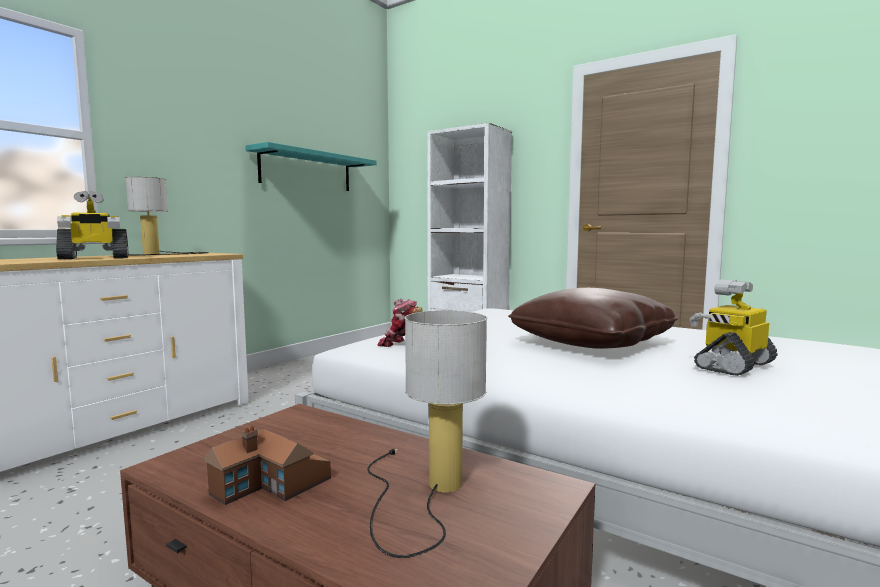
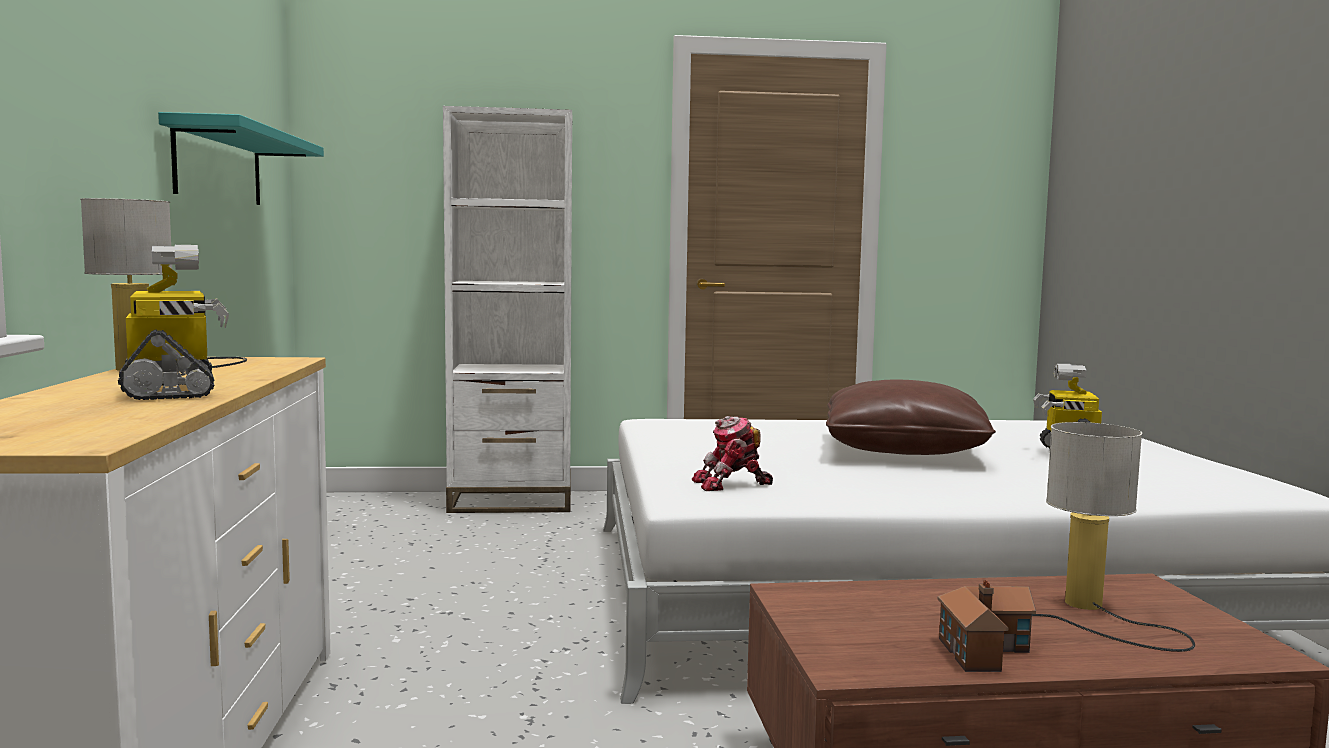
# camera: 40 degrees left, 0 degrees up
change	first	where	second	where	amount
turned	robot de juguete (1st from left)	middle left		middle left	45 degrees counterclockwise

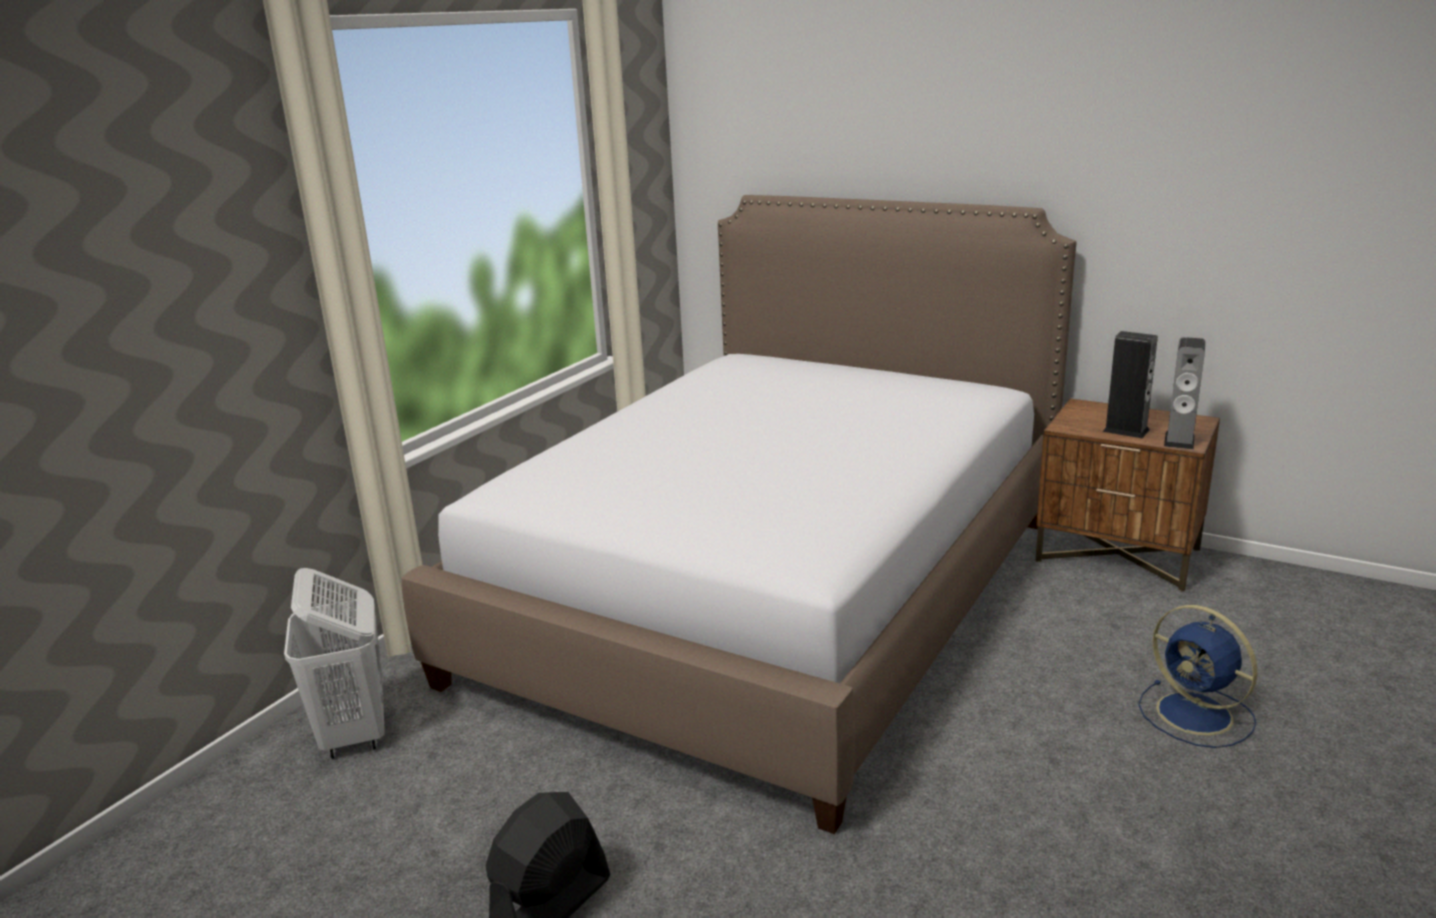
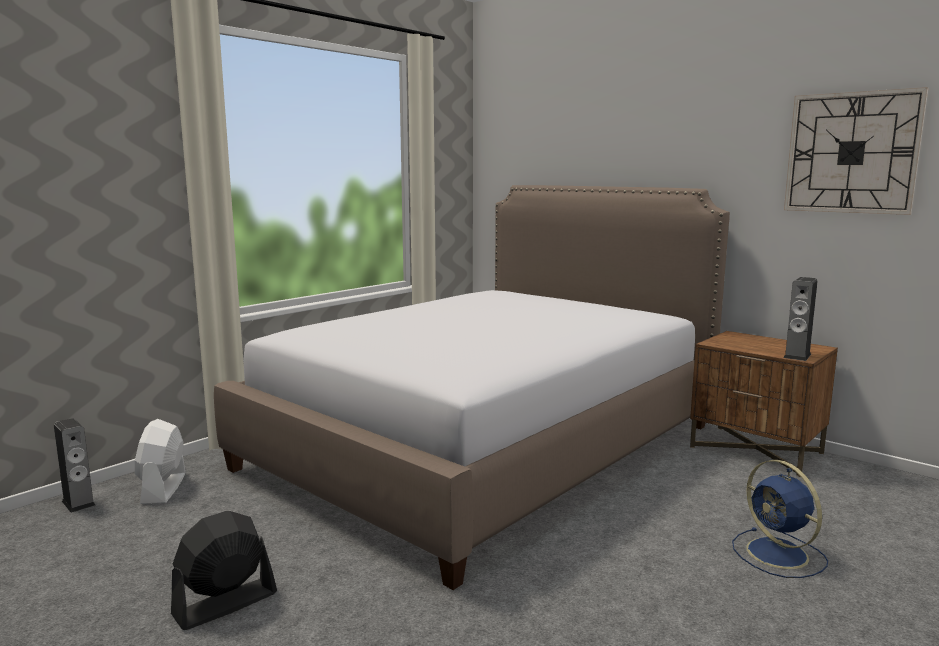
# camera: 10 degrees right, 10 degrees down
change	first	where	second	where	amount
added			reloj de pared	top right	
moved	altavoz (1st from left)	middle right		bottom left	
replaced	cesto de la ropa [blanco]	bottom left	ventilador [blanco]	bottom left	

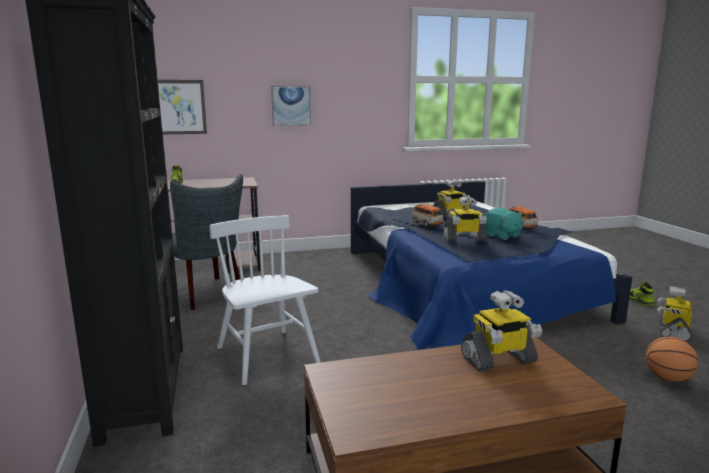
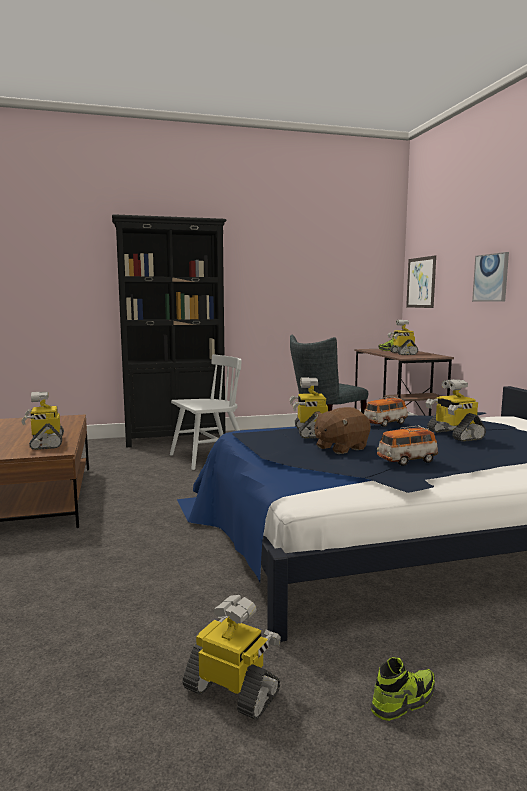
# camera: 90 degrees right, 5 degrees down
change	first	where	second	where	amount
removed	balón de baloncesto	bottom right			
added			robot de juguete (4th from left)	middle right	
recoloured	peluche [turquesa]	middle right	peluche [marrón]	centre	

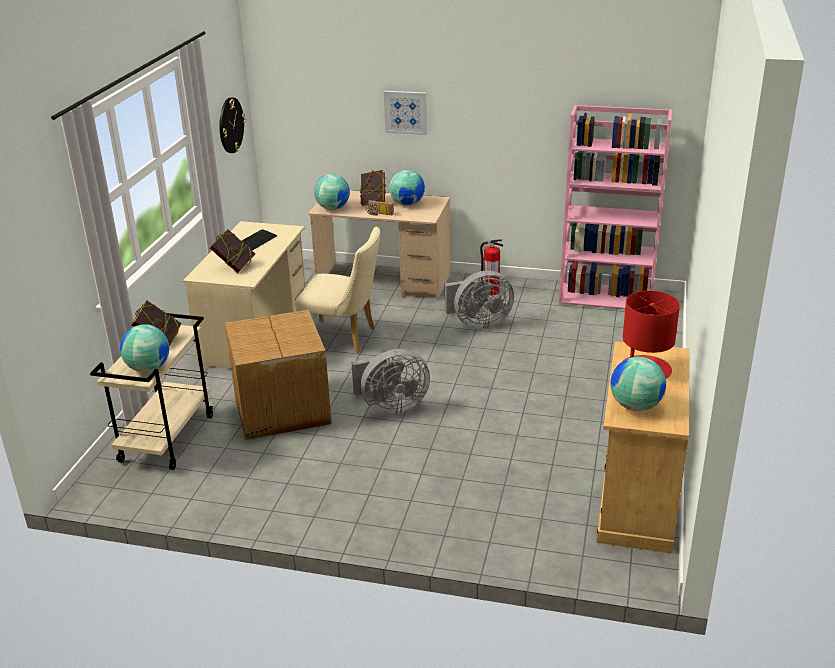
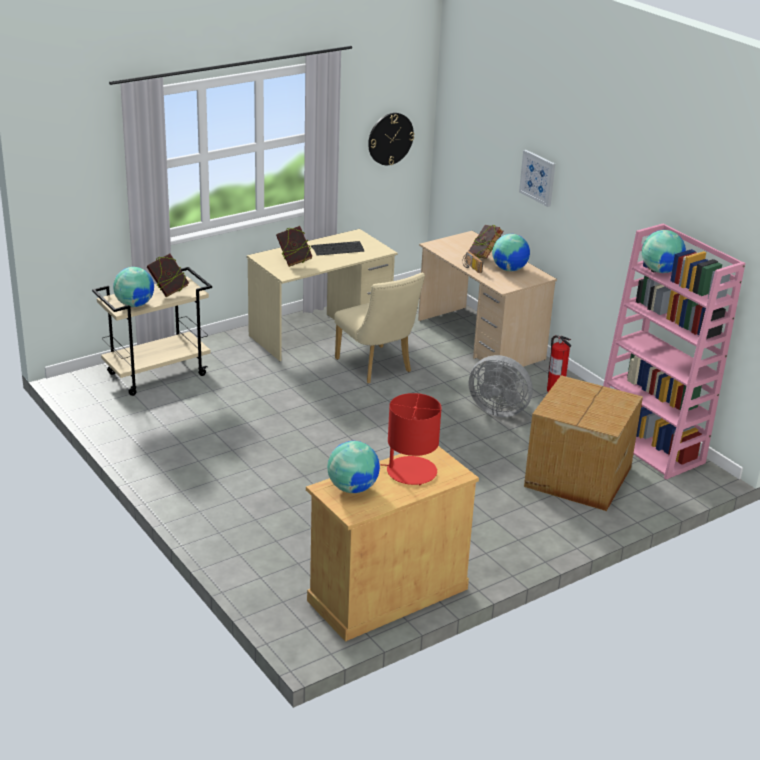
# camera: 40 degrees right, 0 degrees up
change	first	where	second	where	amount
removed	ventilador [gris] (1st from left)	centre			
moved	caja de cartón	middle left		middle right	
moved	globo terráqueo (2nd from left in the first image)	top centre	globo terráqueo (4th from left)	top right	

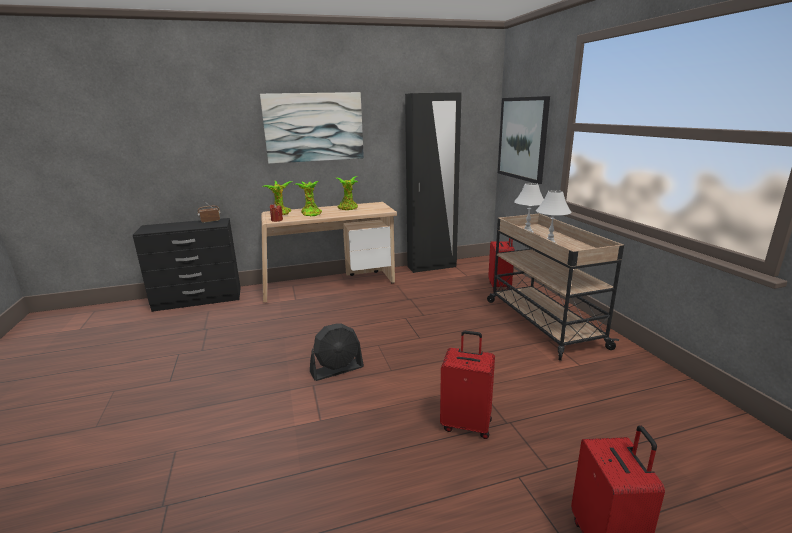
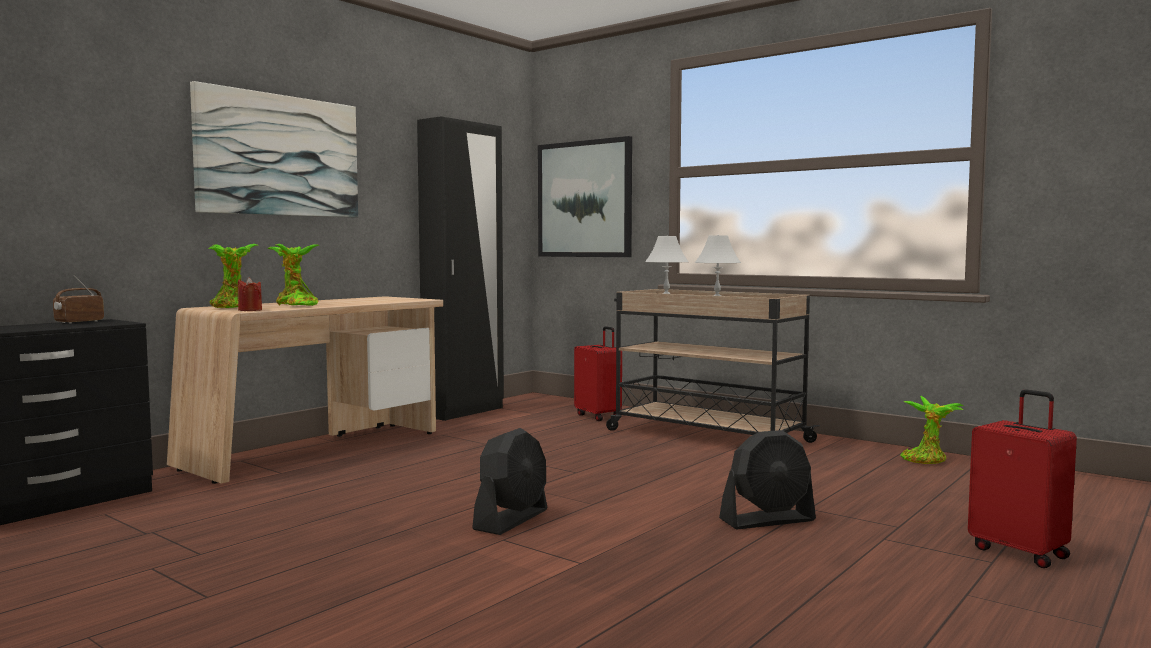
# camera: 35 degrees left, 15 degrees down
change	first	where	second	where	amount
moved	planta en maceta (3rd from left)	centre		middle right	
replaced	maleta [rojo] (1st from left)	bottom centre	ventilador [negro] (2nd from left)	bottom centre	

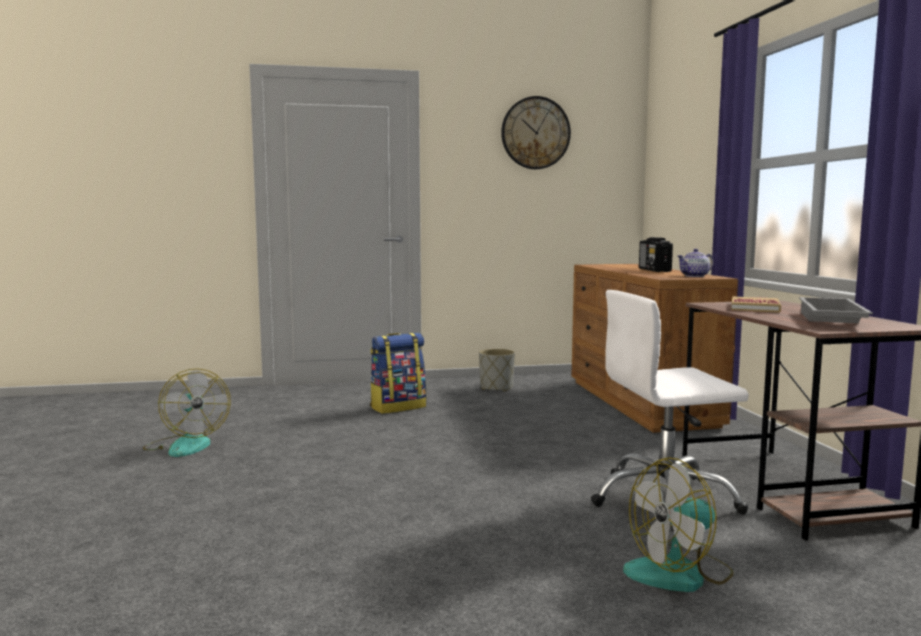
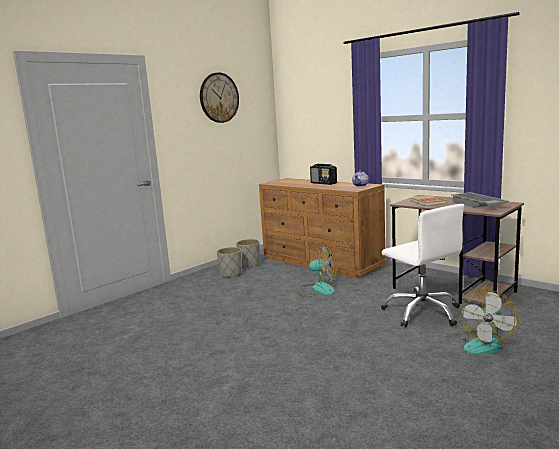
# camera: 35 degrees left, 5 degrees up
change	first	where	second	where	amount
removed	mochila	centre			
added			maceta [gris] (2nd from left)	centre	
moved	ventilador (1st from left)	middle left		centre	
turned	silla de oficina [blanco]	middle right		middle right	75 degrees counterclockwise

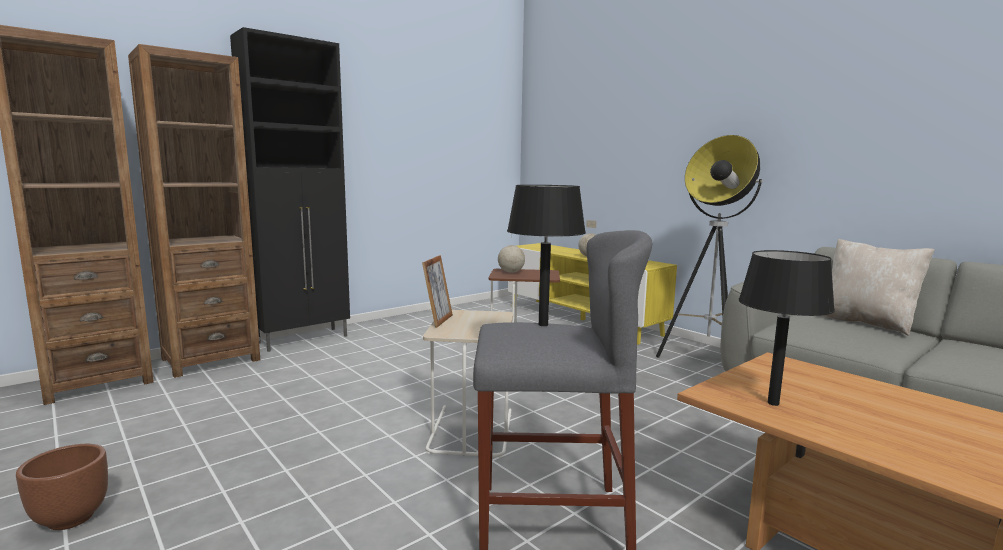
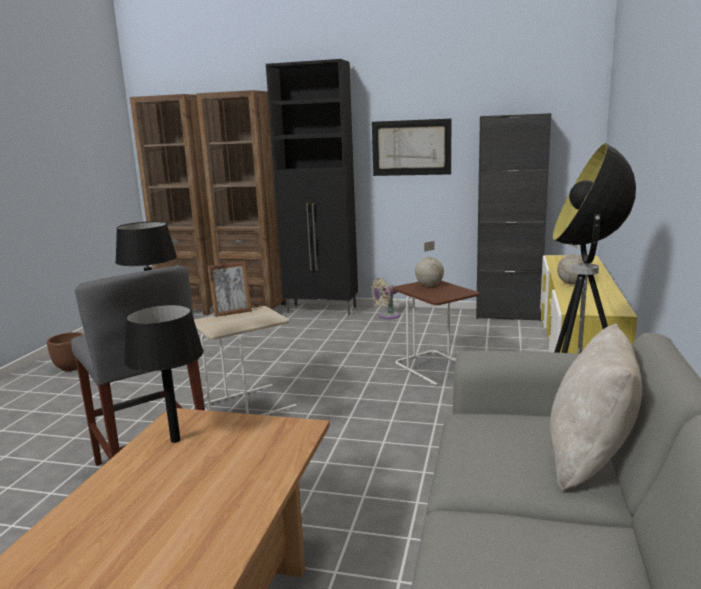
# camera: 55 degrees right, 5 degrees up
change	first	where	second	where	amount
added			ventilador [beis]	centre	
added			cuadro	top centre	
added			armario [negro] (2nd from left)	middle right	

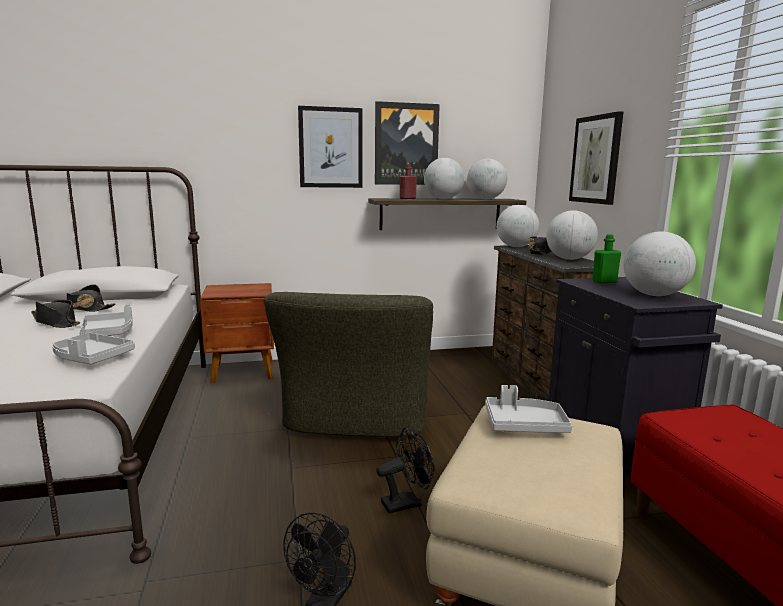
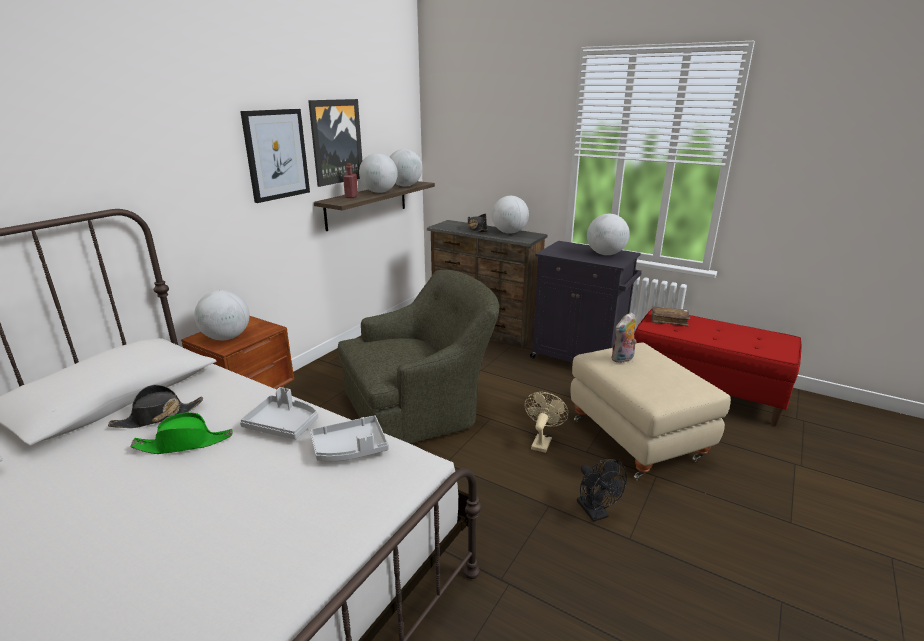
# camera: 45 degrees left, 10 degrees up
change	first	where	second	where	amount
removed	cuadro (3rd from left)	top right			
removed	botella [verde]	middle right			
added			libro [marrón]	middle right	
moved	globo terráqueo (3rd from left in the first image)	centre	globo terráqueo (1st from left)	middle left	
replaced	bandeja [gris] (3rd from left)	bottom right	peluche	middle right	
recoloured	sombrero [negro] (1st from left)	middle left	sombrero [verde]	bottom left	
recoloured	ventilador [negro] (2nd from left)	bottom centre	ventilador [beis]	centre	
turned	sillón [verde]	centre		centre	75 degrees counterclockwise

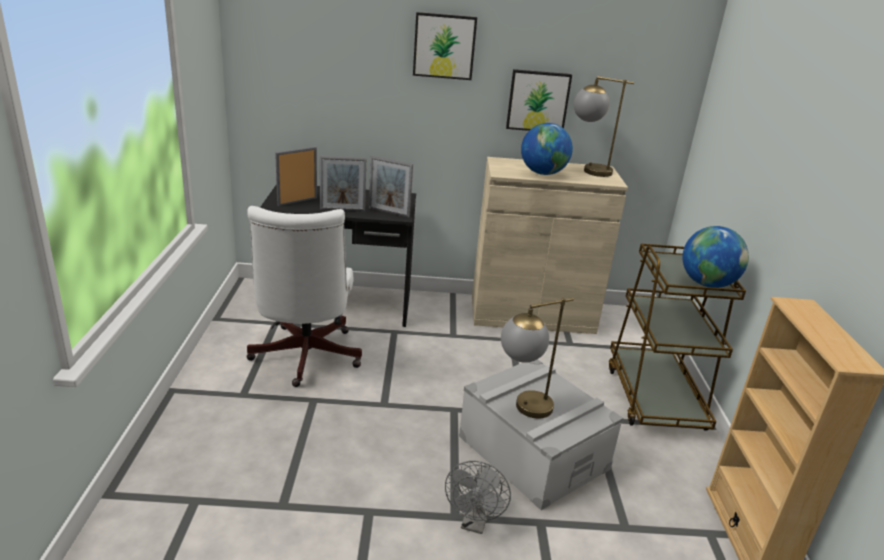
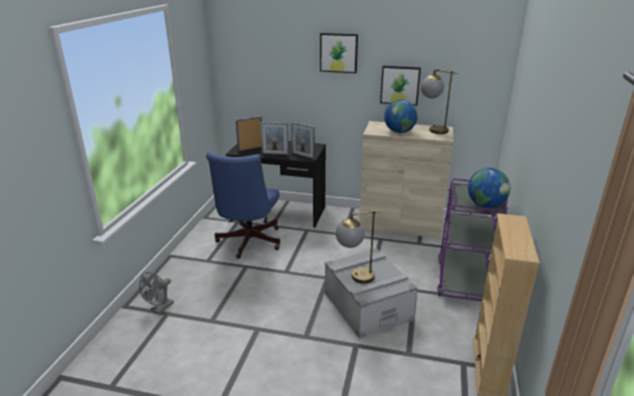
# camera: 15 degrees right, 0 degrees up
change	first	where	second	where	amount
moved	ventilador [gris]	bottom centre		bottom left	
recoloured	silla de oficina [blanco]	centre	silla de oficina [azul]	centre	
recoloured	carrito [marrón]	middle right	carrito [morado]	middle right	

